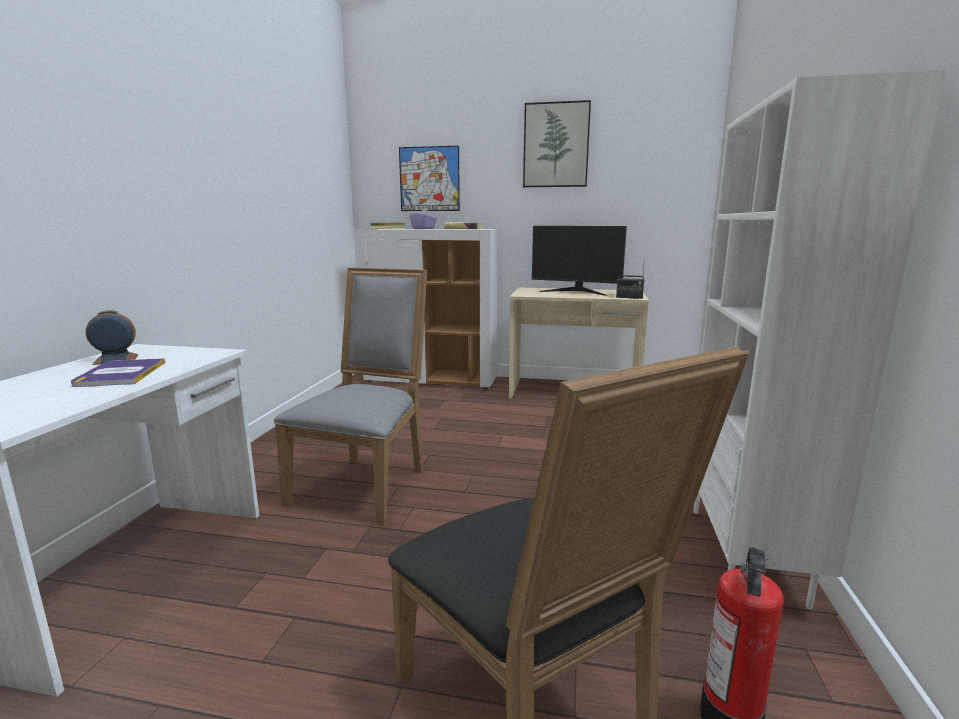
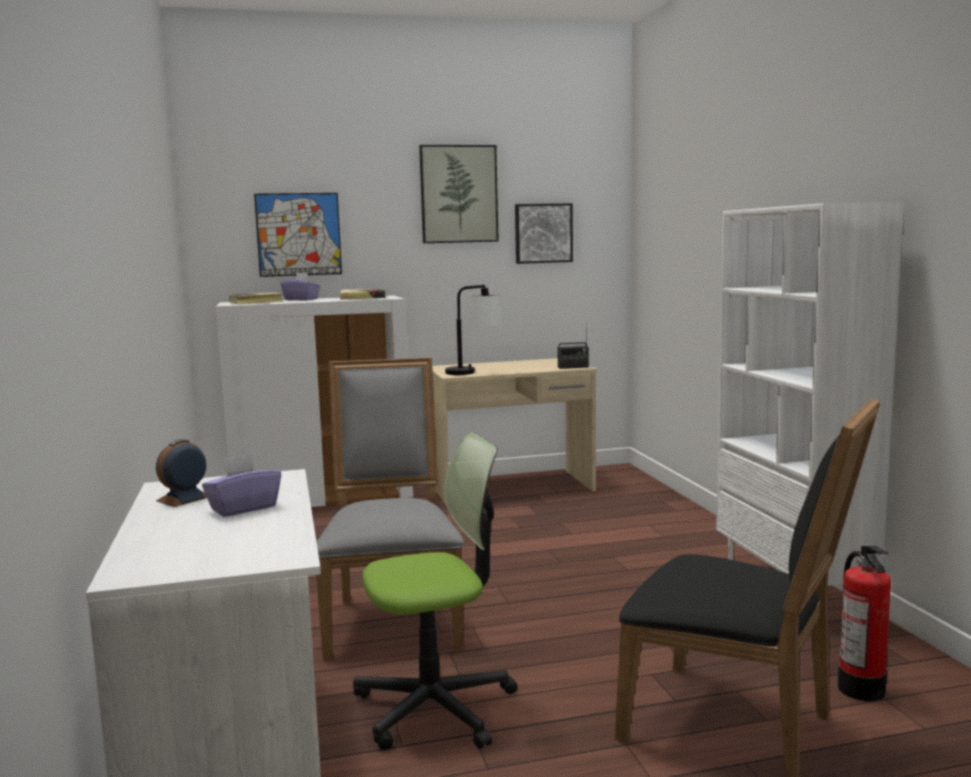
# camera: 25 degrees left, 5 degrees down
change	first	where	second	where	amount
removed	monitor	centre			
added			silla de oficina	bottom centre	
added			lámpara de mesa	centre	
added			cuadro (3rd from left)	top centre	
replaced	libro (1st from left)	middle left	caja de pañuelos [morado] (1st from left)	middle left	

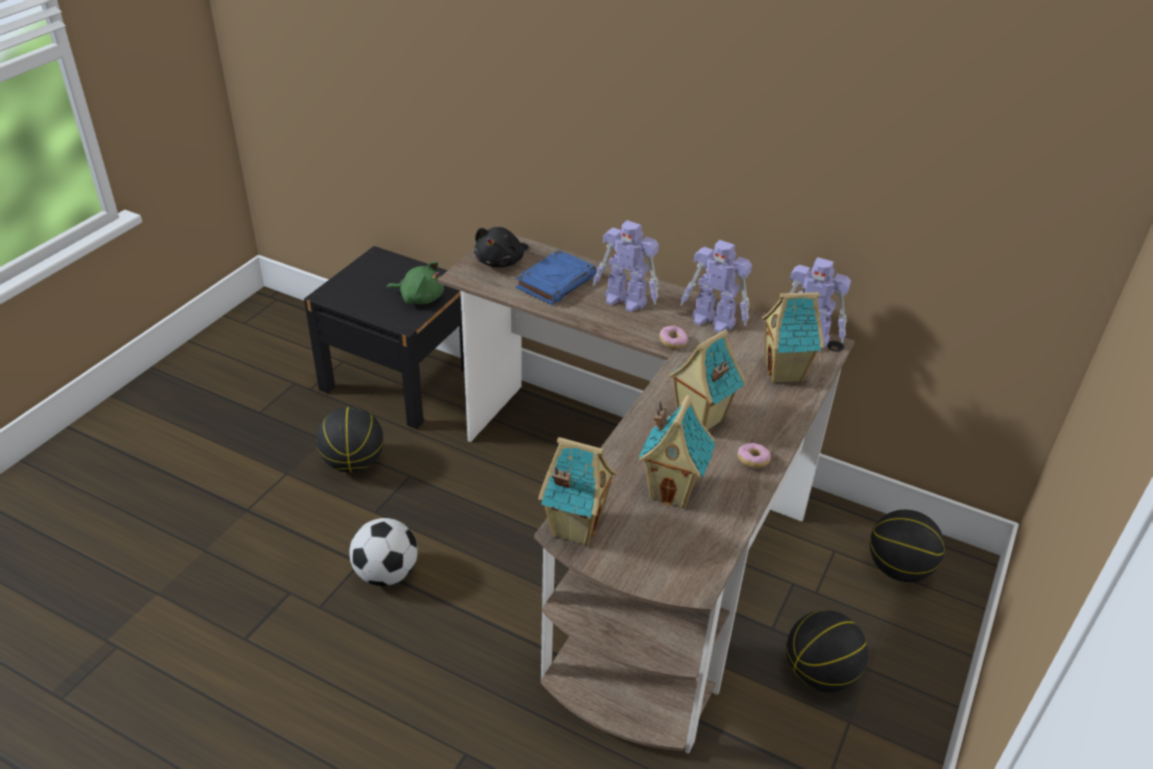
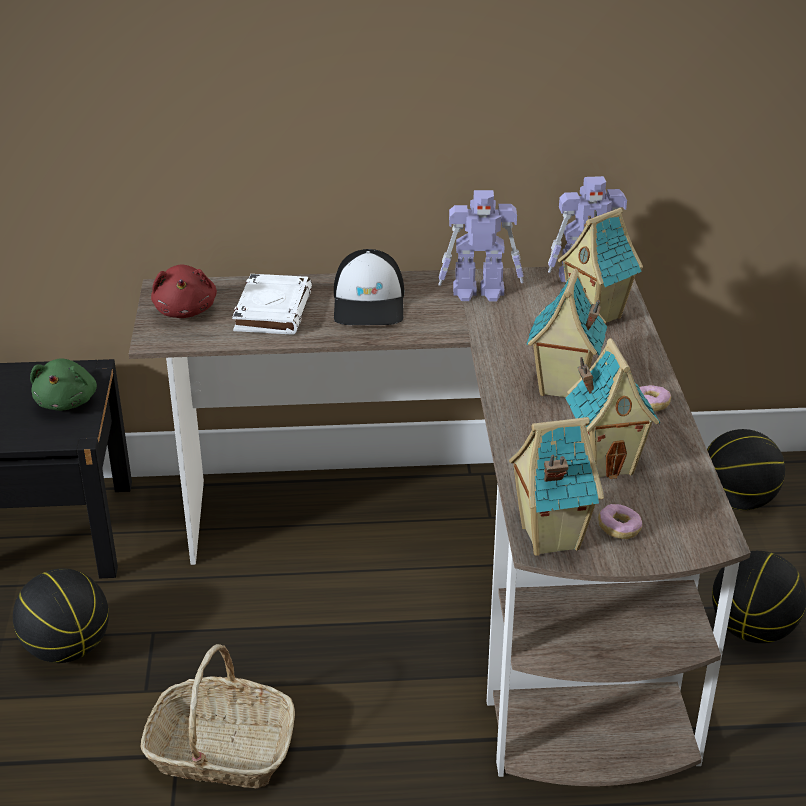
# camera: 30 degrees left, 5 degrees down
change	first	where	second	where	amount
moved	rosquilla (1st from left)	centre		middle right	
replaced	balón de fútbol	bottom left	cesta	bottom left	
replaced	robot de juguete (1st from left)	centre	gorra	centre	
recoloured	peluche [negro]	top centre	peluche [rojo]	middle left	
recoloured	libro [azul]	centre	libro [blanco]	centre	
turned	peluche [verde]	centre		middle left	105 degrees clockwise

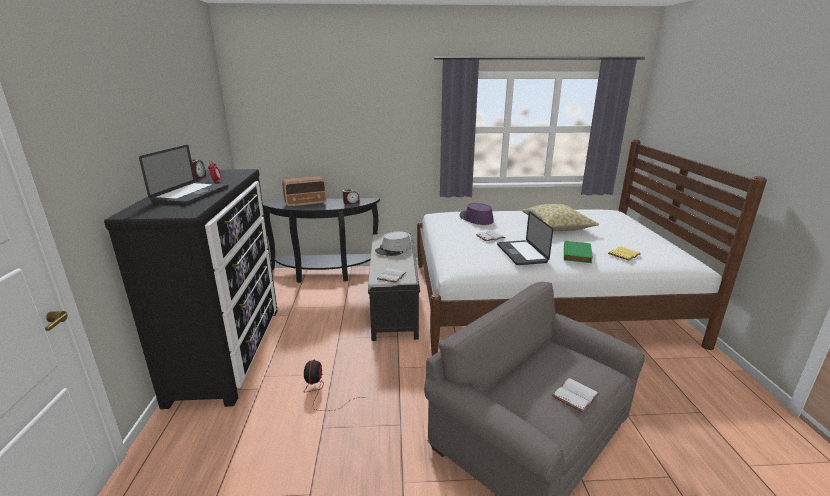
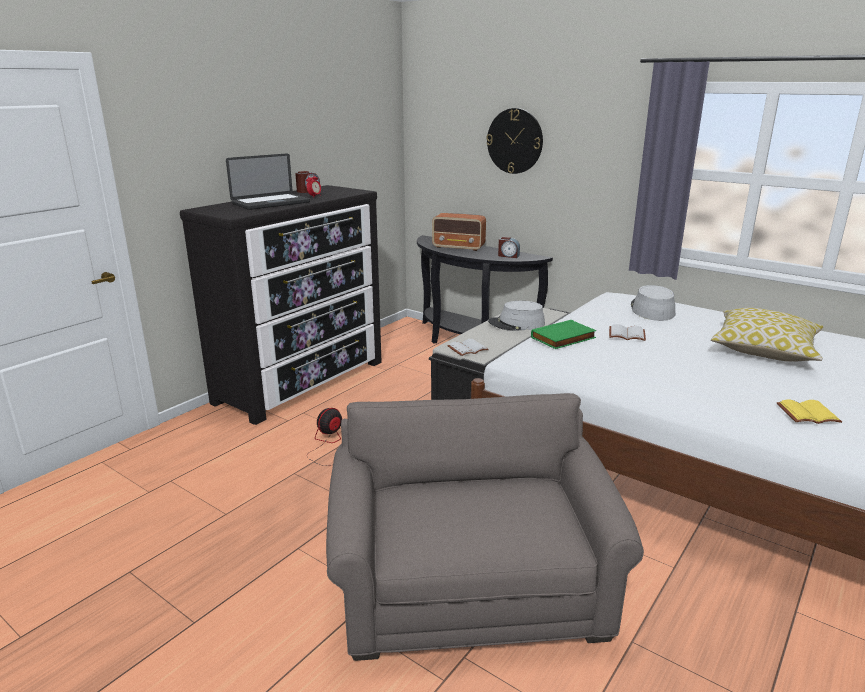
# camera: 40 degrees right, 0 degrees up
change	first	where	second	where	amount
removed	portátil (2nd from left)	centre			
removed	libro [blanco] (3rd from left)	bottom right			
added			reloj de pared	top centre	
moved	libro [verde]	middle right		centre	
recoloured	sombrero [morado]	centre	sombrero [gris] (2nd from left)	middle right	

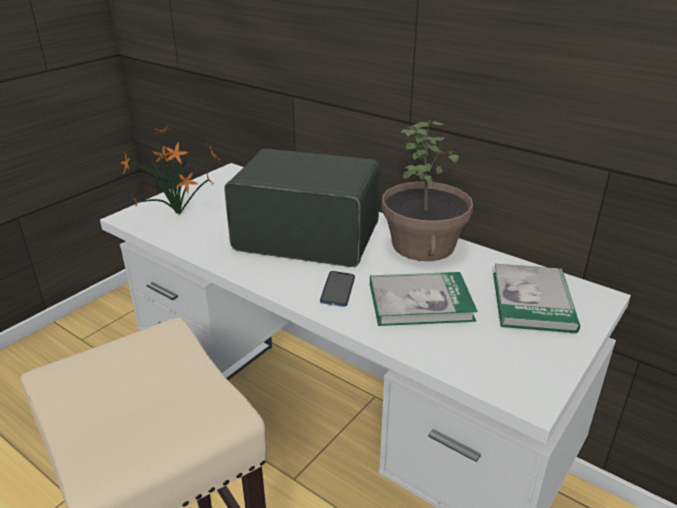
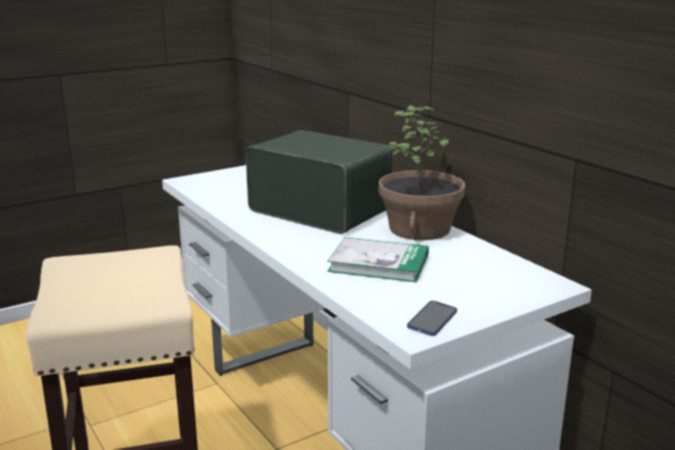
# camera: 20 degrees right, 10 degrees down
change	first	where	second	where	amount
removed	planta en maceta (1st from left)	middle left			
removed	libro (2nd from left)	middle right			
moved	móvil	centre		bottom centre	

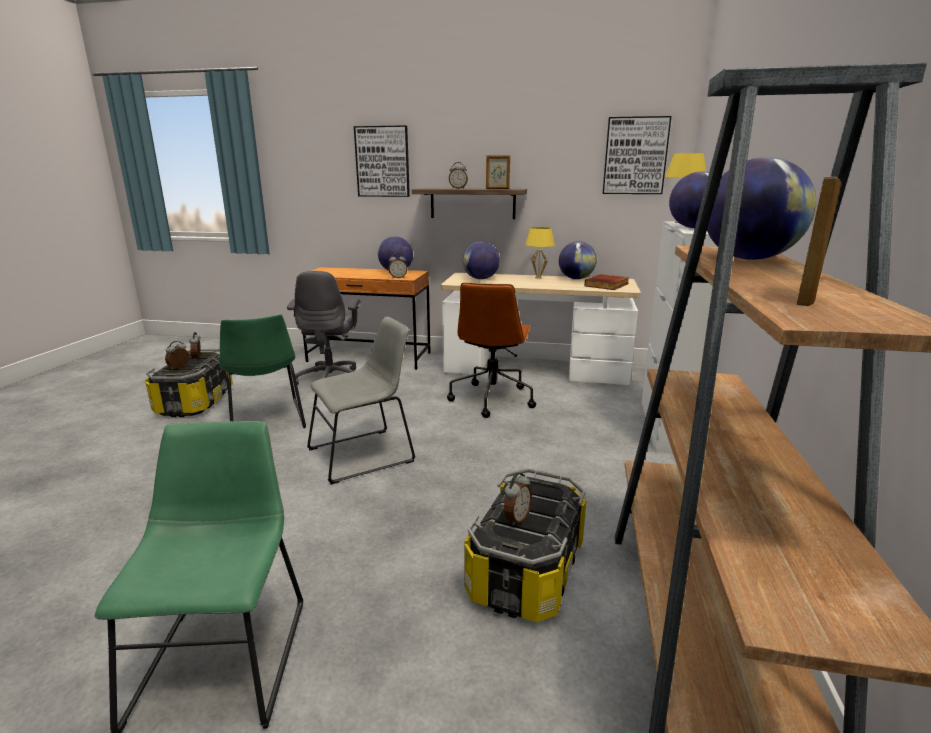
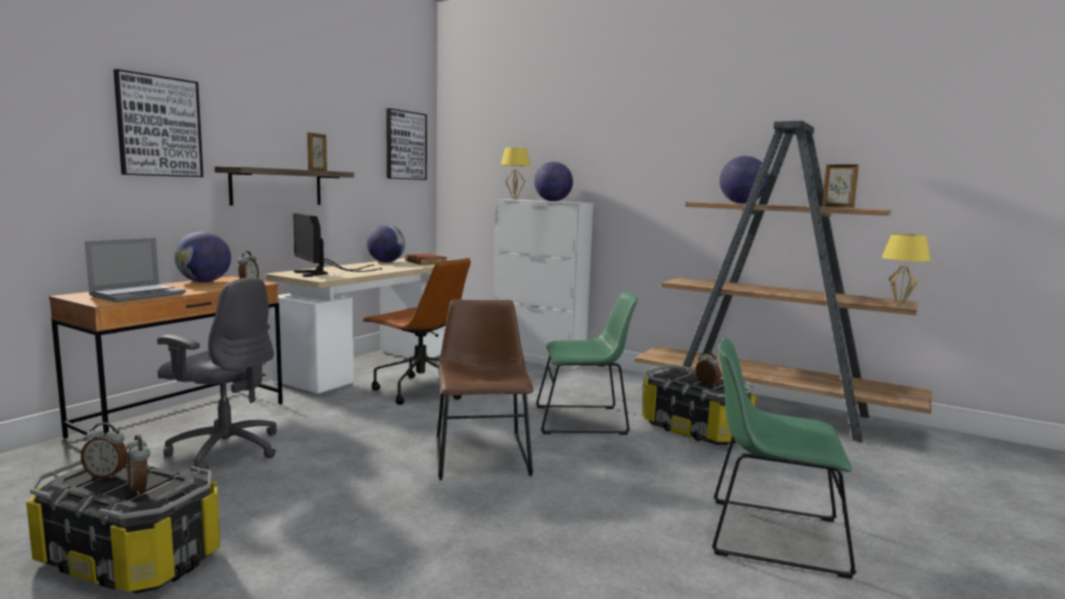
# camera: 70 degrees left, 10 degrees down
change	first	where	second	where	amount
removed	despertador (4th from left)	top centre			
added			portátil	middle left	
moved	silla [verde] (2nd from left in the first image)	middle left	silla [verde] (1st from left)	centre	
moved	lámpara de mesa [amarillo] (1st from left in the first image)	centre	lámpara de mesa [amarillo] (2nd from left)	middle right	
replaced	globo terráqueo (2nd from left)	centre	monitor	middle left	
recoloured	silla [gris]	centre	silla [marrón]	centre	

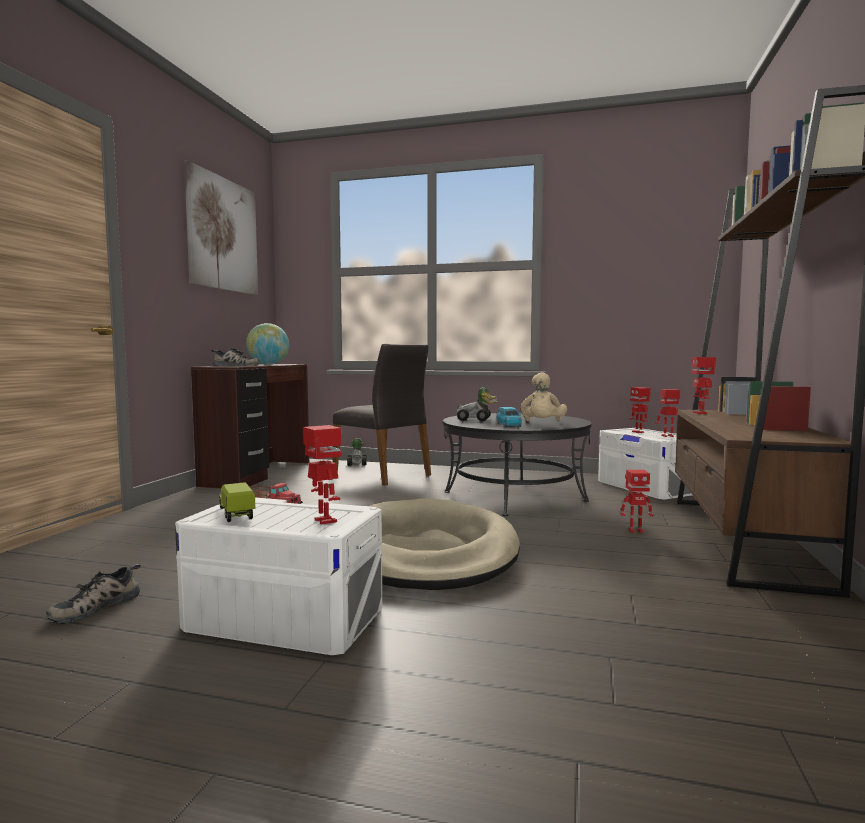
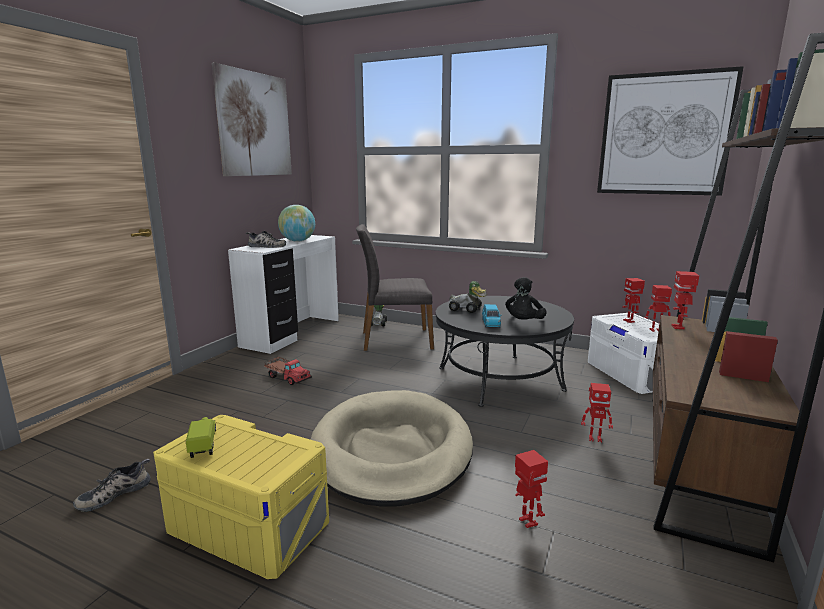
# camera: 10 degrees right, 10 degrees up
change	first	where	second	where	amount
added			cuadro (2nd from left)	top right	
moved	robot de juguete (1st from left)	centre		bottom centre	
recoloured	caja de almacenaje [blanco] (1st from left)	bottom left	caja de almacenaje [amarillo]	bottom left	
recoloured	escritorio [marrón]	middle left	escritorio [blanco]	centre	
recoloured	peluche [beis]	centre	peluche [negro]	centre	
turned	silla [gris]	centre		centre	120 degrees clockwise

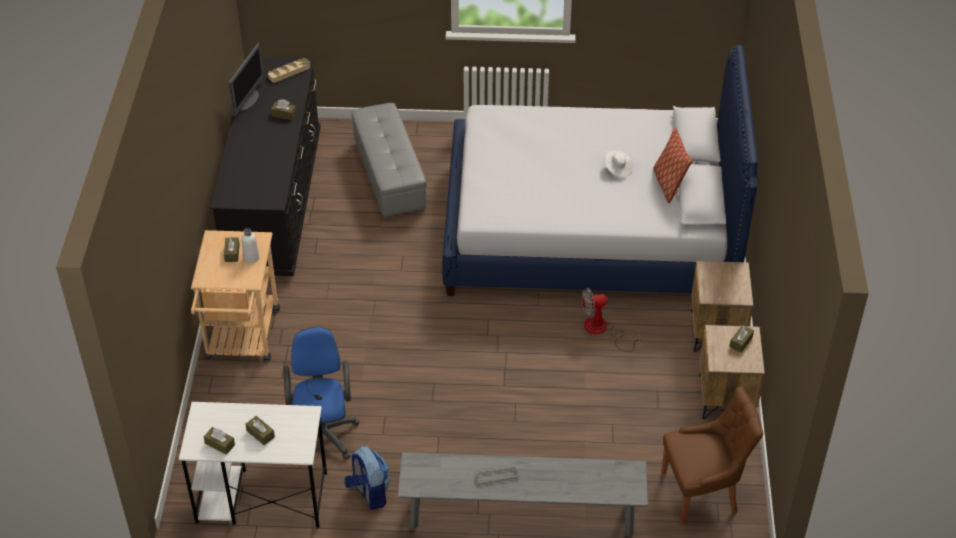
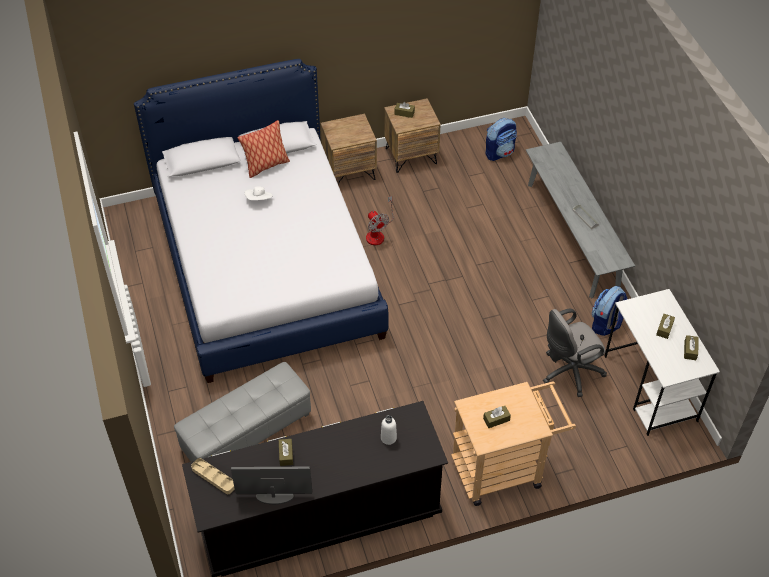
# camera: 110 degrees left, 5 degrees up
change	first	where	second	where	amount
moved	botella [blanco]	middle left		bottom centre	
replaced	silla [marrón]	bottom right	mochila (1st from left)	top centre	
recoloured	silla de oficina [azul]	bottom centre	silla de oficina [gris]	middle right	

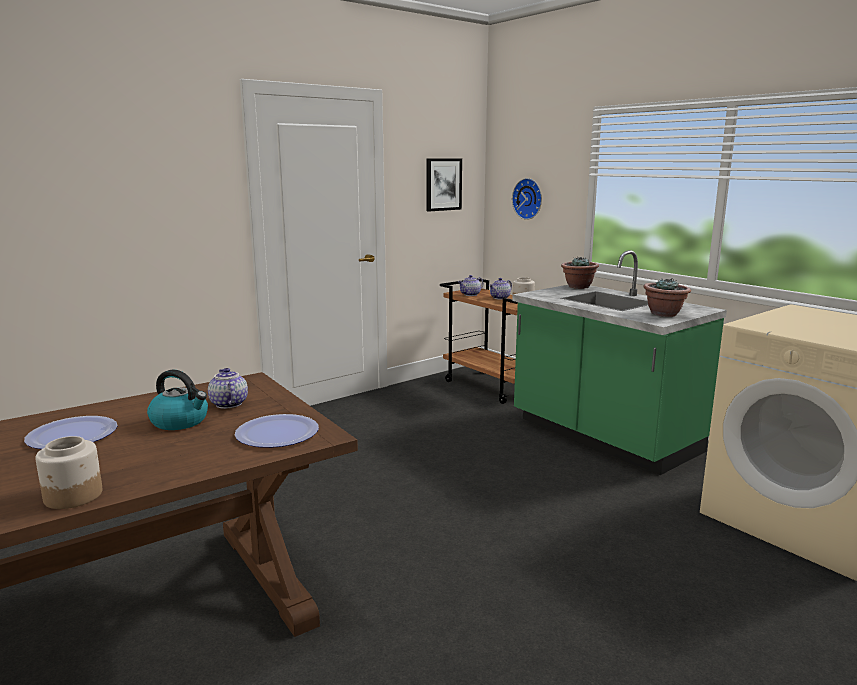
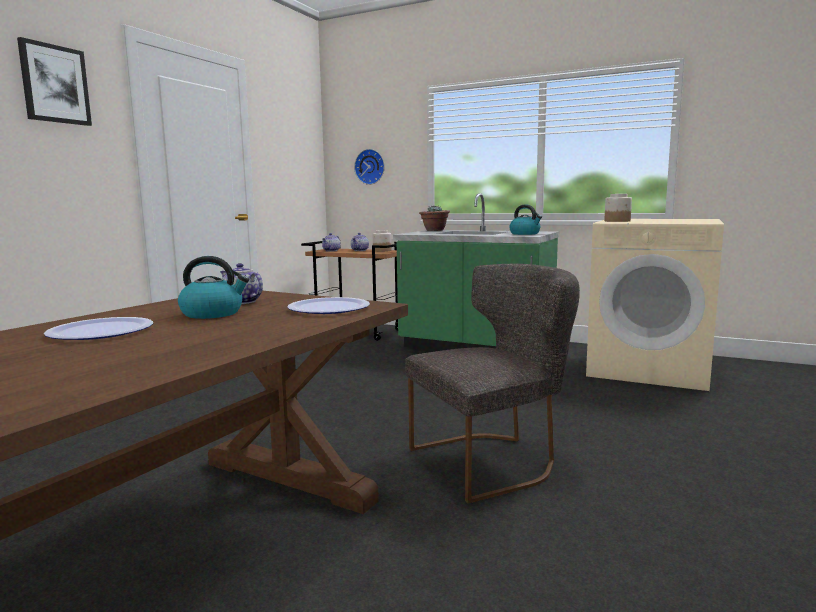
# camera: 25 degrees left, 5 degrees down
change	first	where	second	where	amount
added			silla [gris]	centre	
moved	tarro (1st from left in the first image)	bottom left	tarro (2nd from left)	middle right	
moved	cuadro	top centre		top left	
replaced	planta en maceta (2nd from left)	middle right	hervidor (2nd from left)	centre	

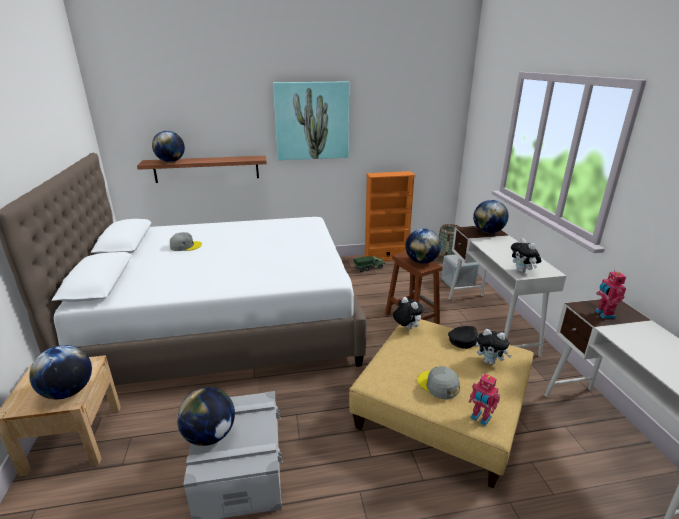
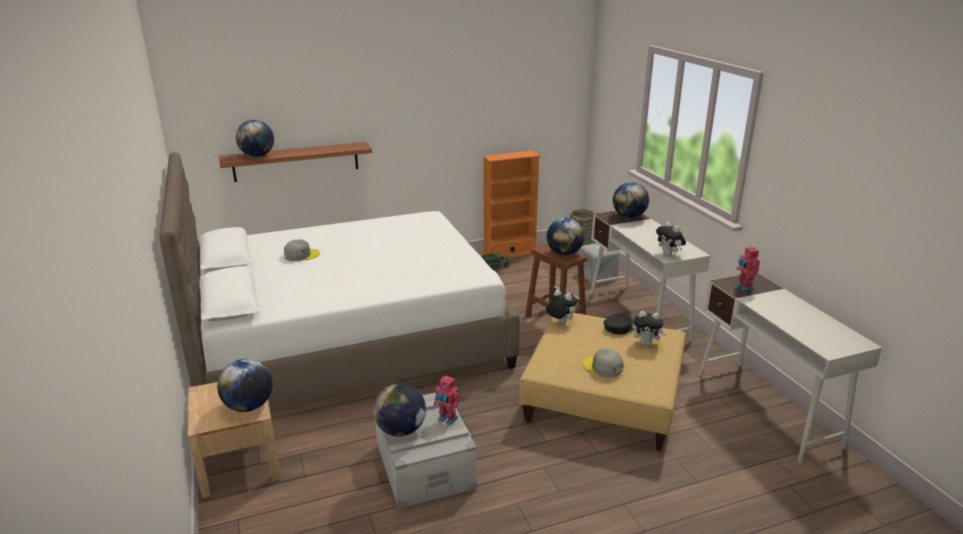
# camera: 10 degrees left, 0 degrees up
change	first	where	second	where	amount
removed	cuadro	top centre			
moved	robot de juguete (1st from left)	bottom right		bottom centre	

